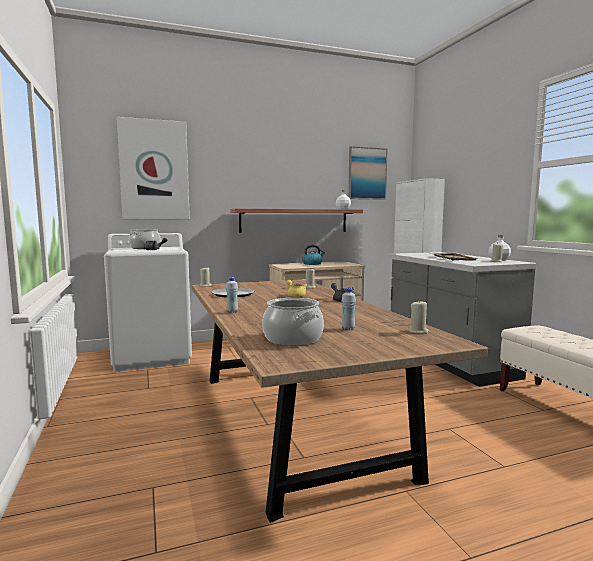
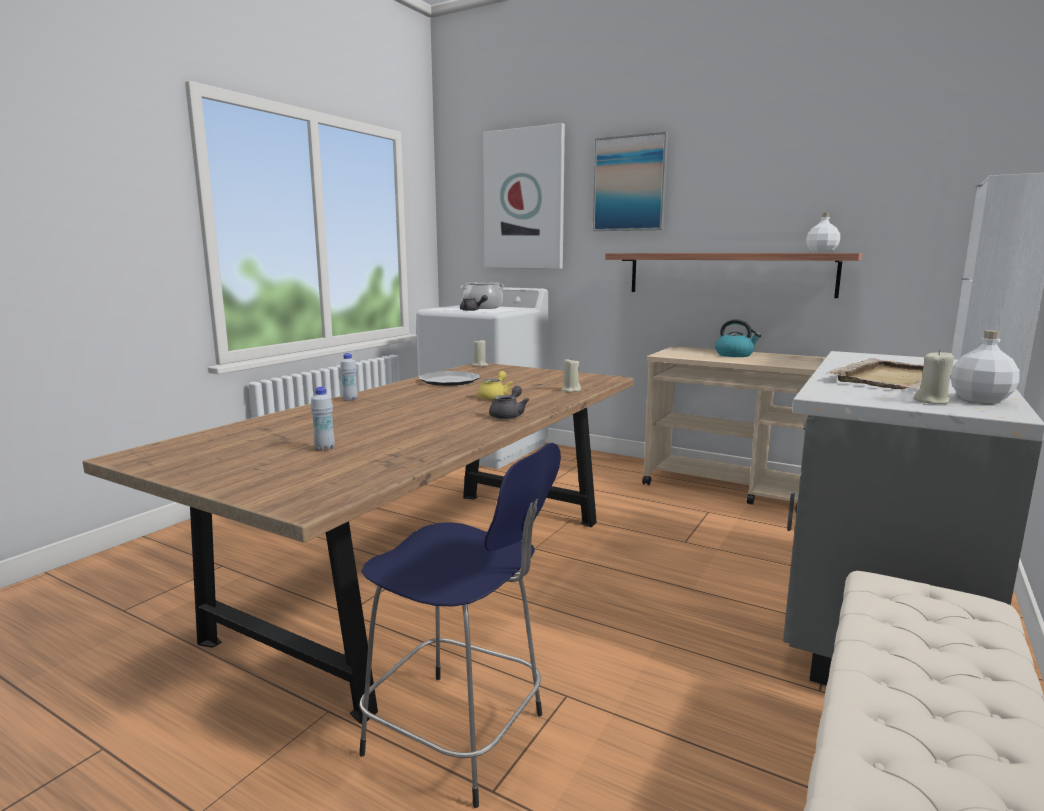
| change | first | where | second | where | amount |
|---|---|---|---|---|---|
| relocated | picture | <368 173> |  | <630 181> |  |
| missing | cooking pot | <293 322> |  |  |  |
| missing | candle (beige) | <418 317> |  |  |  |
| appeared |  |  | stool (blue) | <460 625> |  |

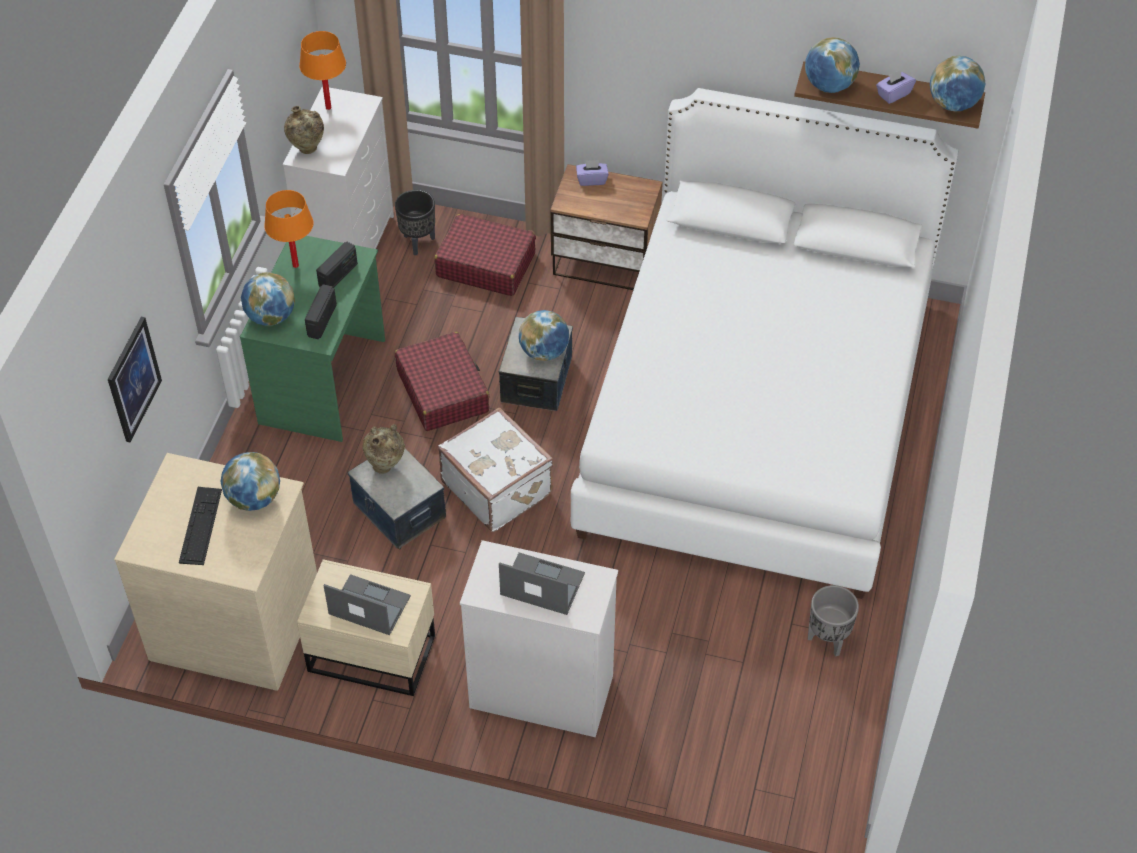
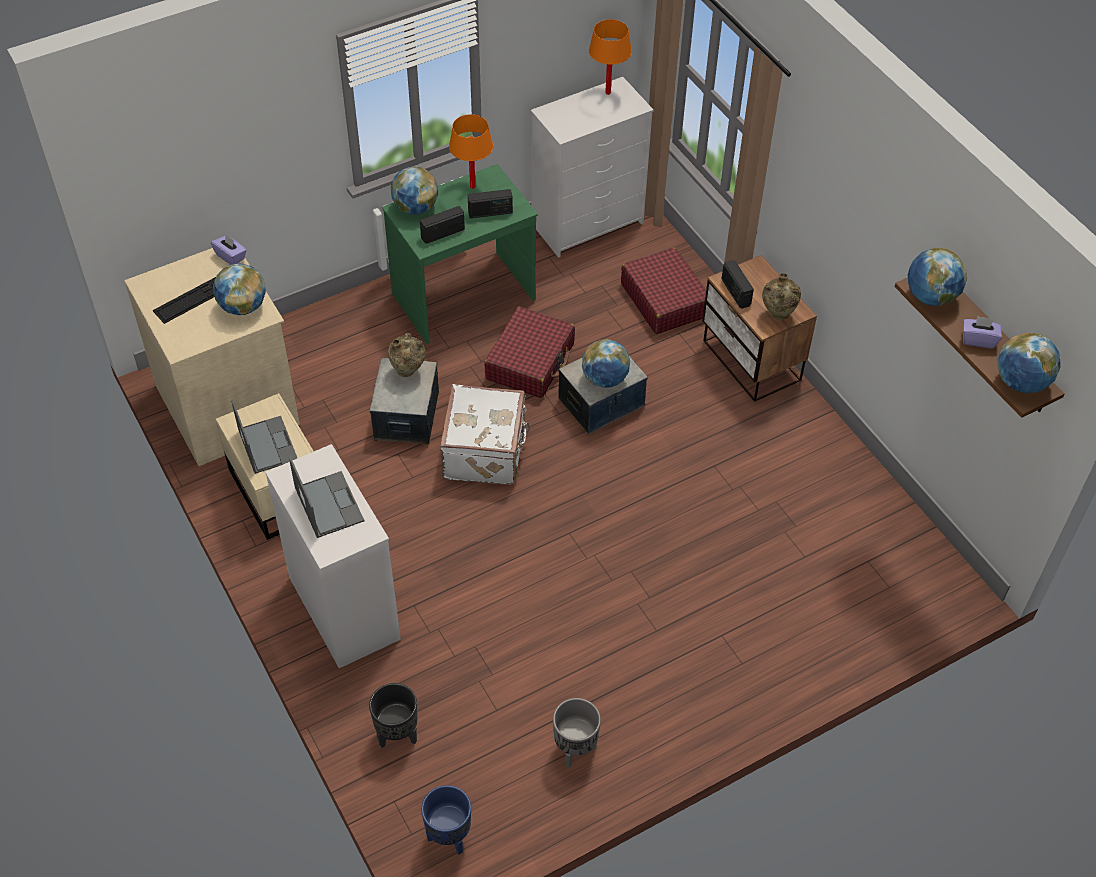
| change | first | where | second | where | amount |
|---|---|---|---|---|---|
| missing | bed (white) | <765 343> |  |  |  |
| relocated | vase (beige) | <304 130> |  | <781 296> |  |
| relocated | tissue box (purple) | <592 173> |  | <229 250> |  |
| relocated | planter (black) | <415 222> |  | <393 715> |  |
| missing | picture | <135 379> |  |  |  |
| appeared |  |  | radio | <738 284> |  |
| appeared |  |  | planter (blue) | <446 820> |  |

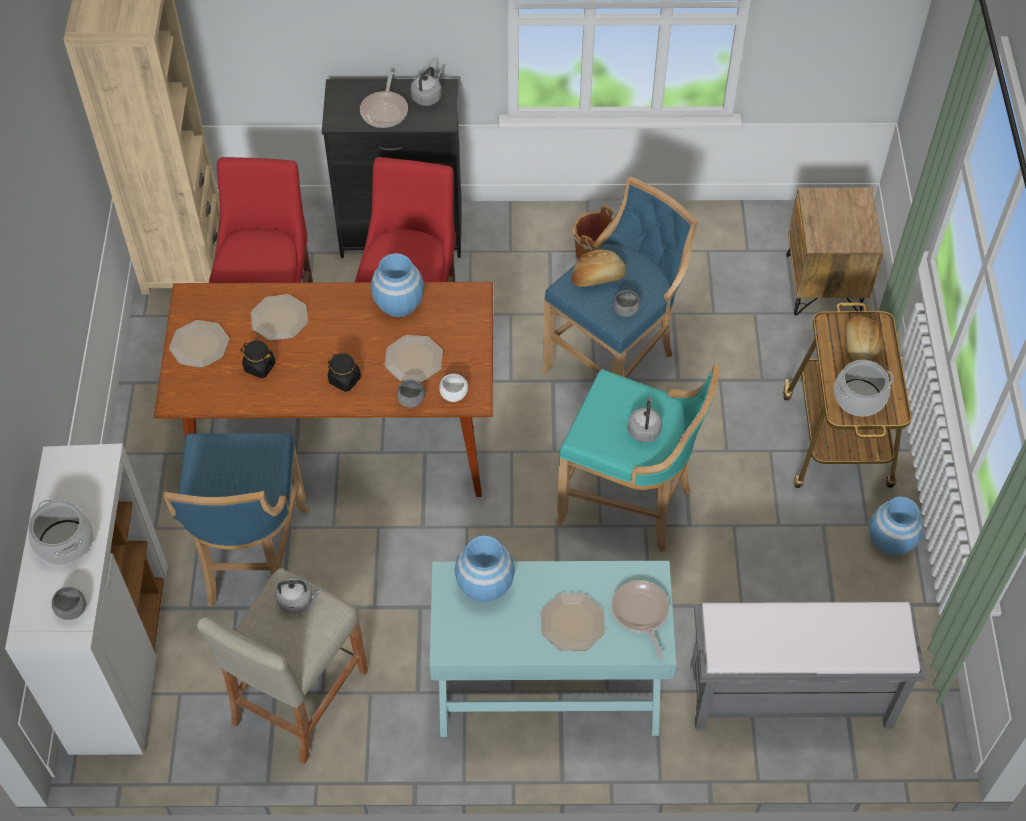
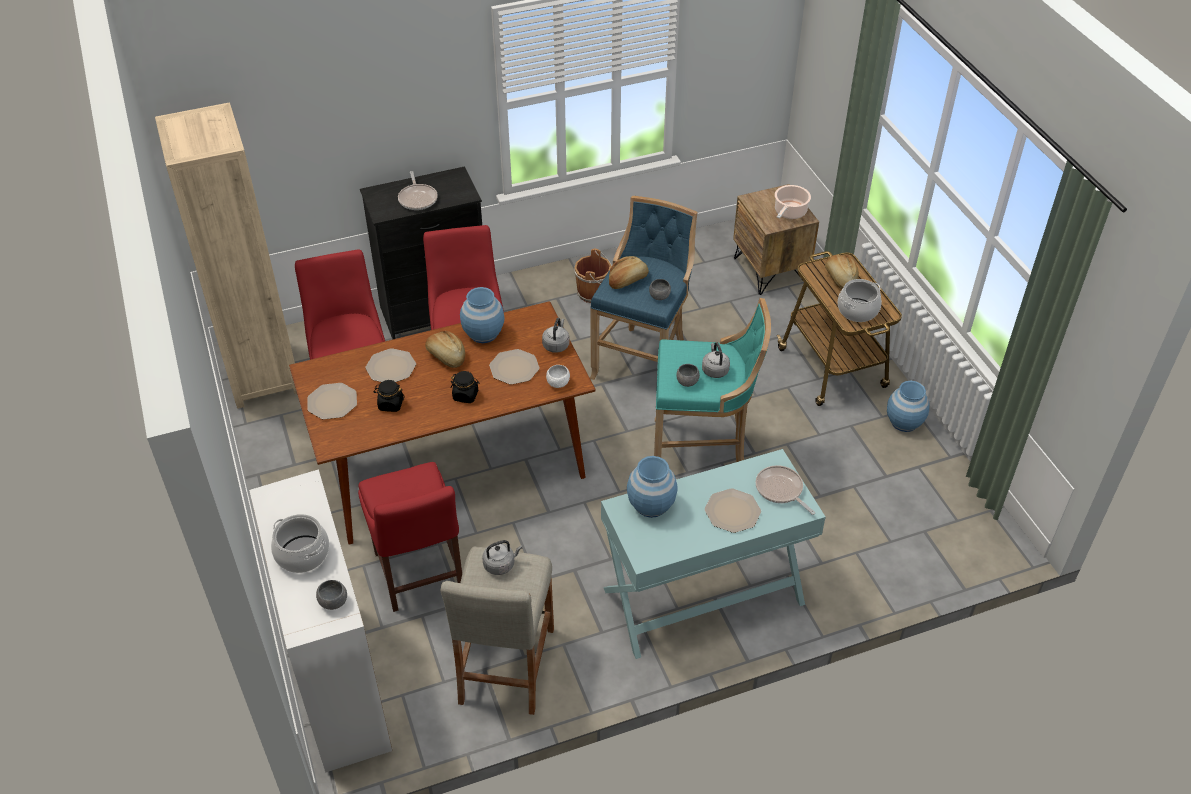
| change | first | where | second | where | amount |
|---|---|---|---|---|---|
| relocated | kettle (grey) | <426 86> |  | <555 335> |  |
| relocated | bowl (grey) | <411 394> |  | <688 375> |  |
| exchanged | stool (blue) | <236 520> | chair (red) | <410 537> |  |
| missing | bench (grey) | <808 666> |  |  |  |
| appeared |  |  | cooking pot | <793 202> |  |
| appeared |  |  | bread | <445 349> |  |

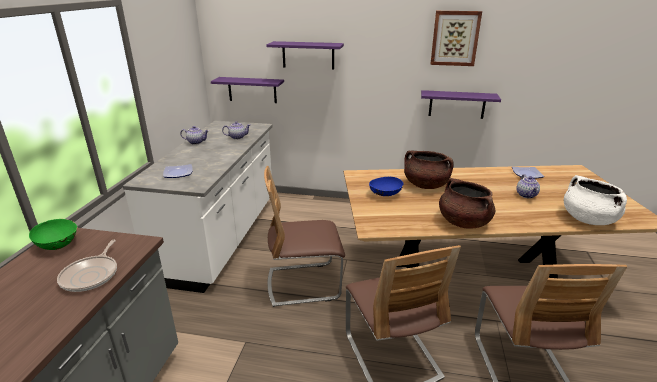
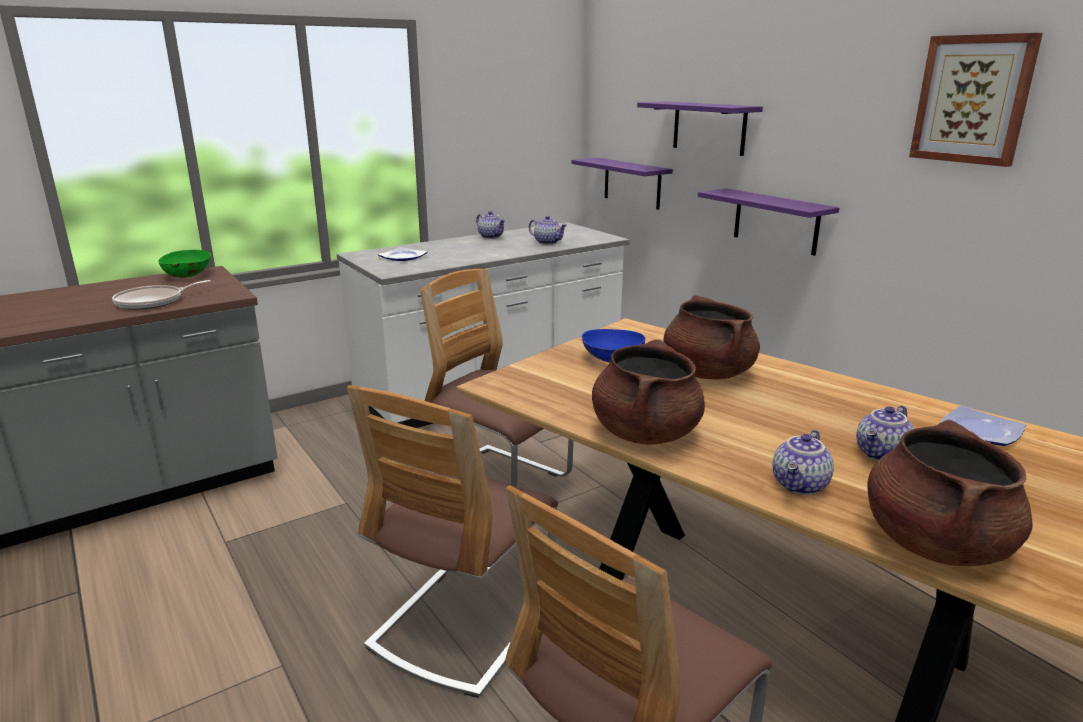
| change | first | where | second | where | amount |
|---|---|---|---|---|---|
| relocated | shelf (purple) | <461 104> |  | <768 222> |  |
| colour | cooking pot (white) | <595 200> | cooking pot (brown) | <949 493> |  |
| appeared |  |  | teapot | <803 462> |  |

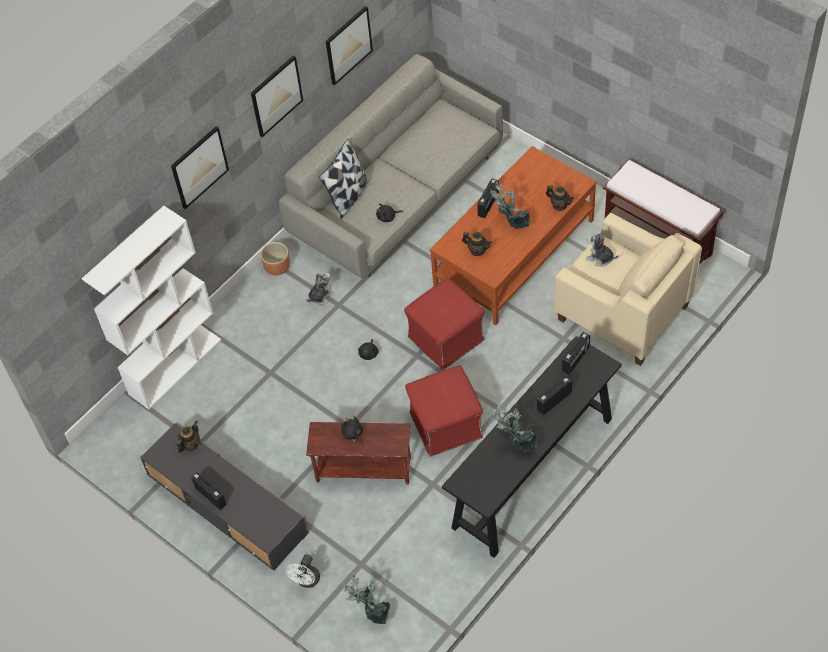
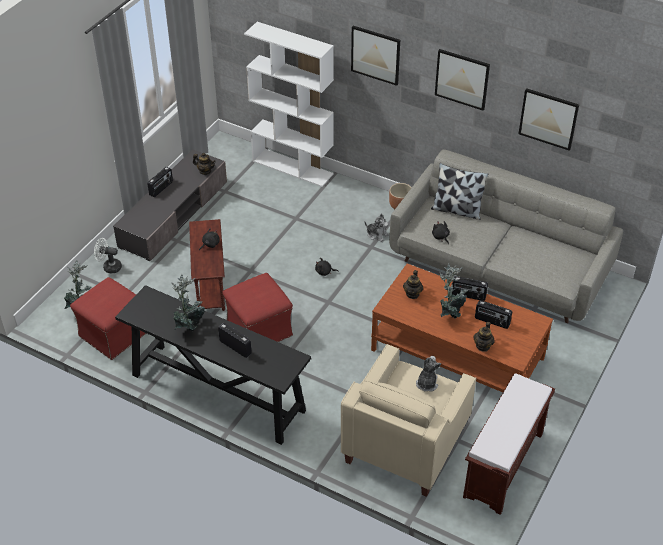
| change | first | where | second | where | amount |
|---|---|---|---|---|---|
| relocated | ottoman (red) | <444 324> |  | <108 318> |  |
| relocated | radio | <576 353> |  | <493 314> |  |

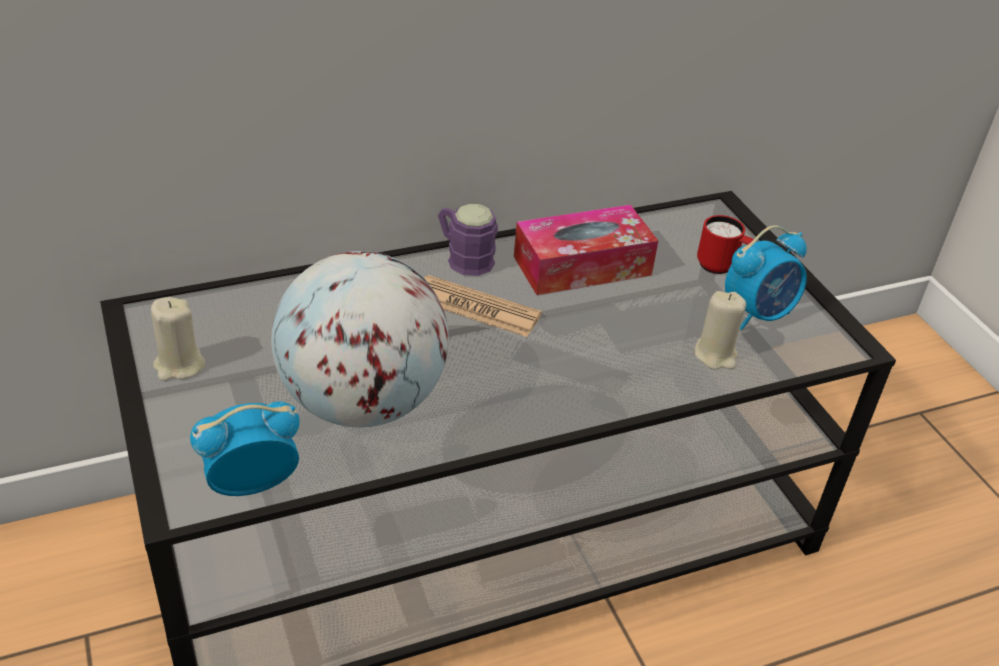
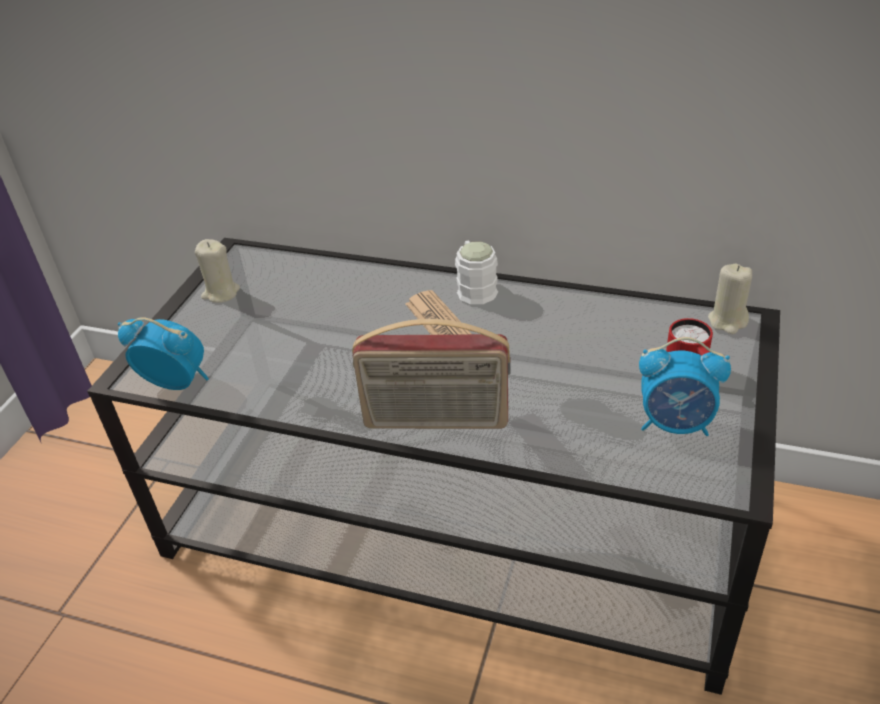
| change | first | where | second | where | amount |
|---|---|---|---|---|---|
| colour | mug (purple) | <468 240> | mug (white) | <476 272> |  |
| missing | tissue box | <586 250> |  |  |  |
| missing | globe | <360 339> |  |  |  |
| relocated | candle (beige) | <720 330> |  | <730 299> |  |
| appeared |  |  | radio | <431 374> |  |

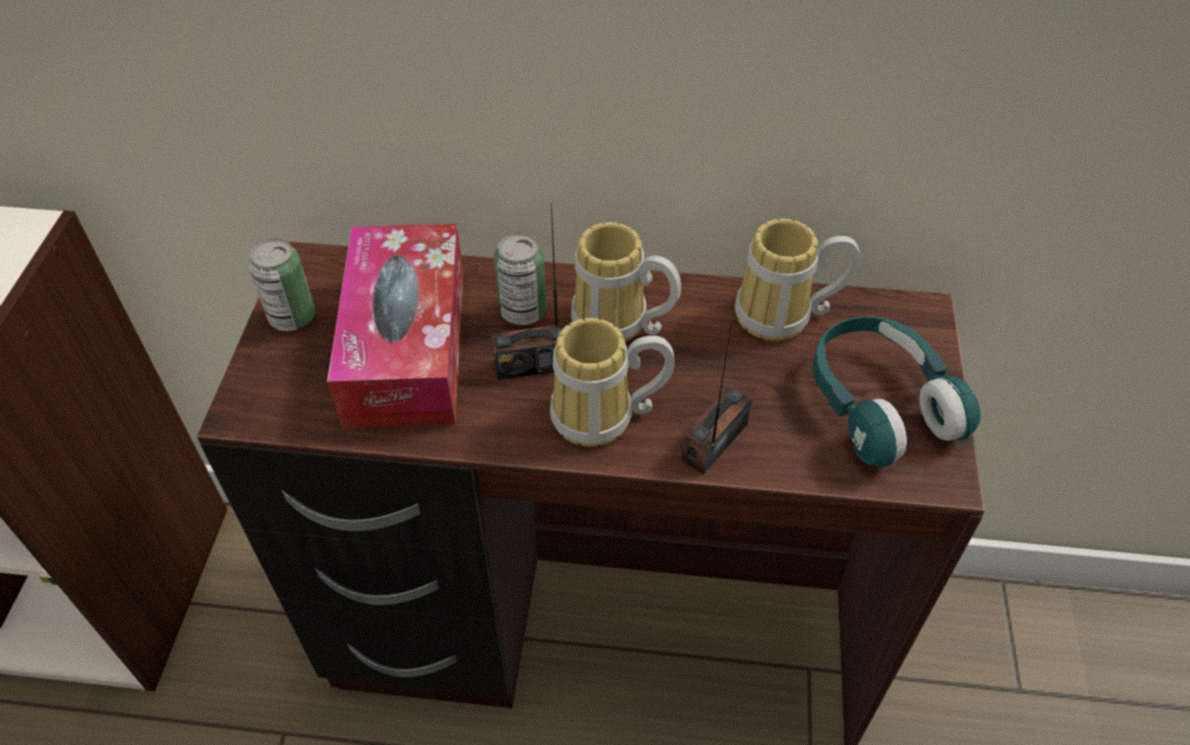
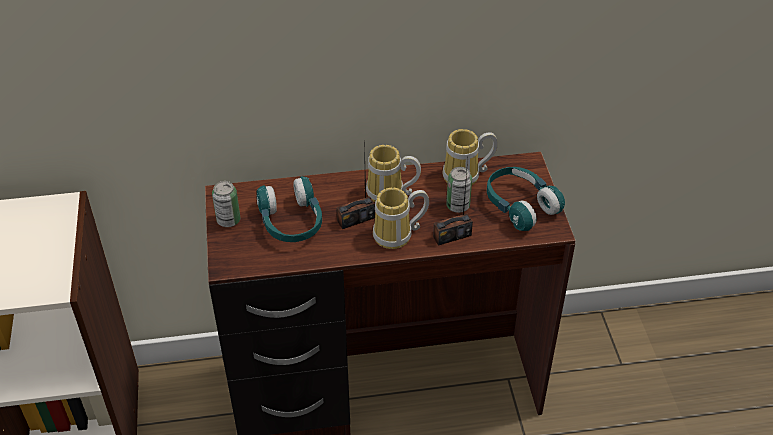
| change | first | where | second | where | amount |
|---|---|---|---|---|---|
| exchanged | tissue box | <395 325> | headphones (turquoise) | <289 209> |  |
| relocated | can | <520 279> |  | <459 190> |  |
| spun | radio | <716 399> |  | <453 202> | 135 degrees counterclockwise |

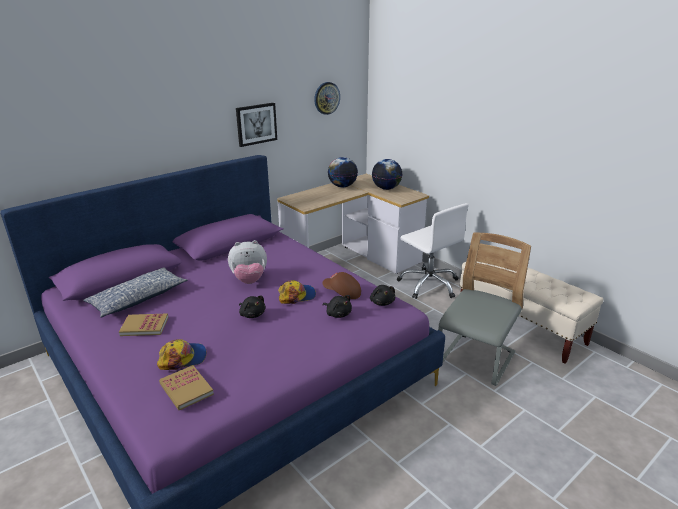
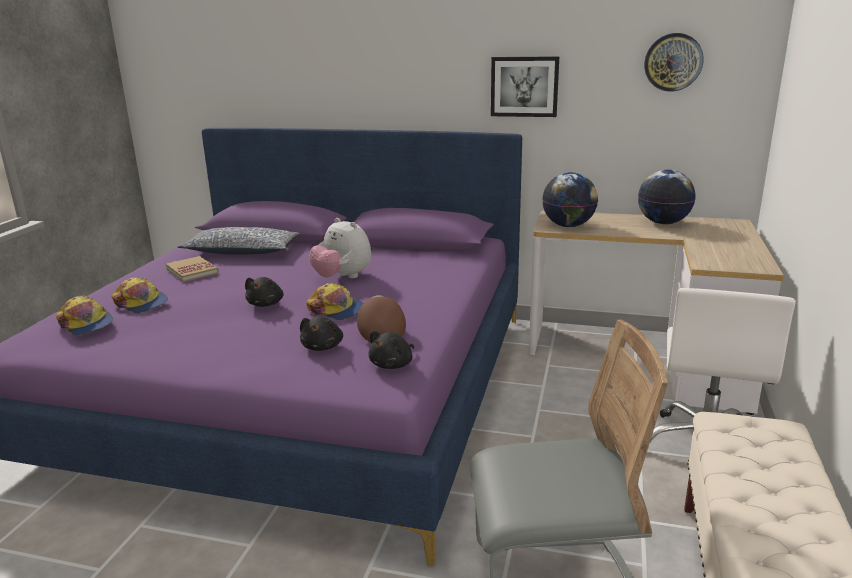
| change | first | where | second | where | amount |
|---|---|---|---|---|---|
| relocated | globe | <387 174> |  | <570 199> |  |
| exchanged | book | <186 388> | cap | <84 316> |  |

